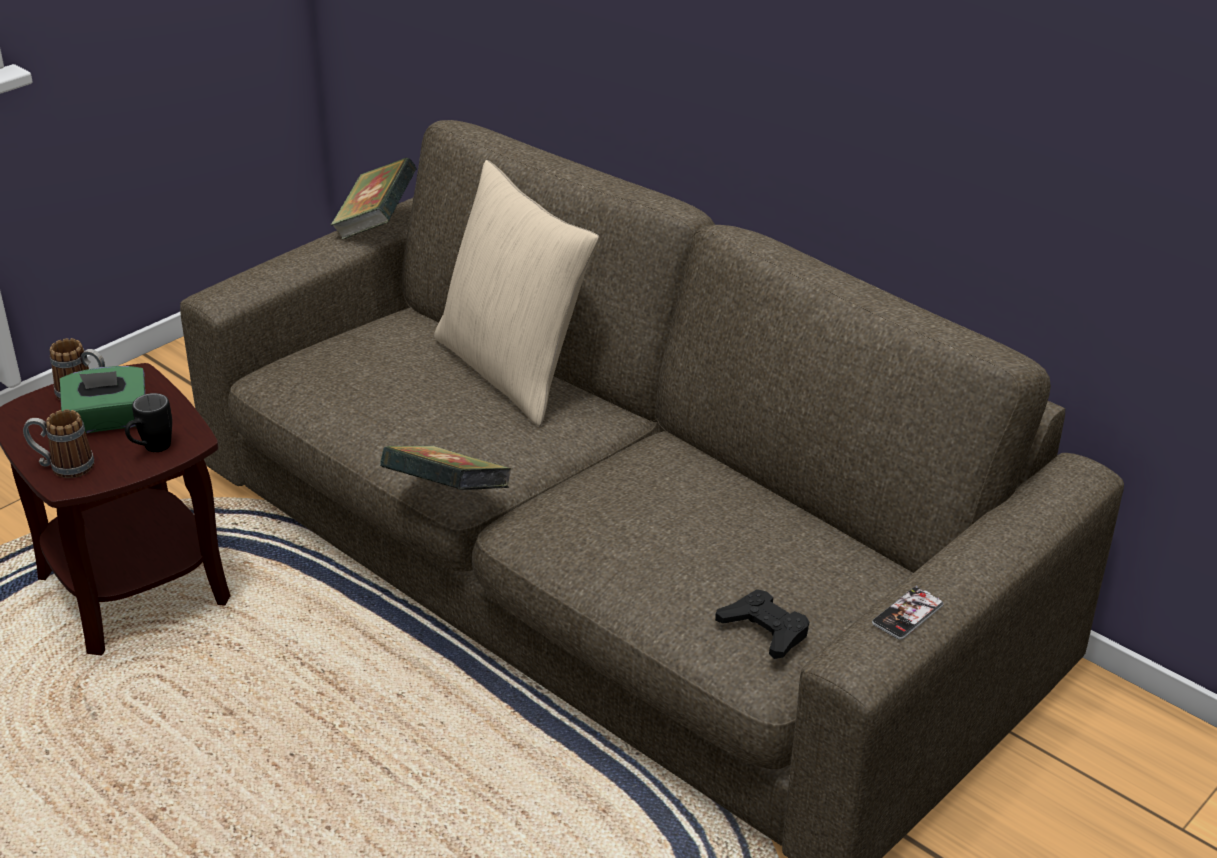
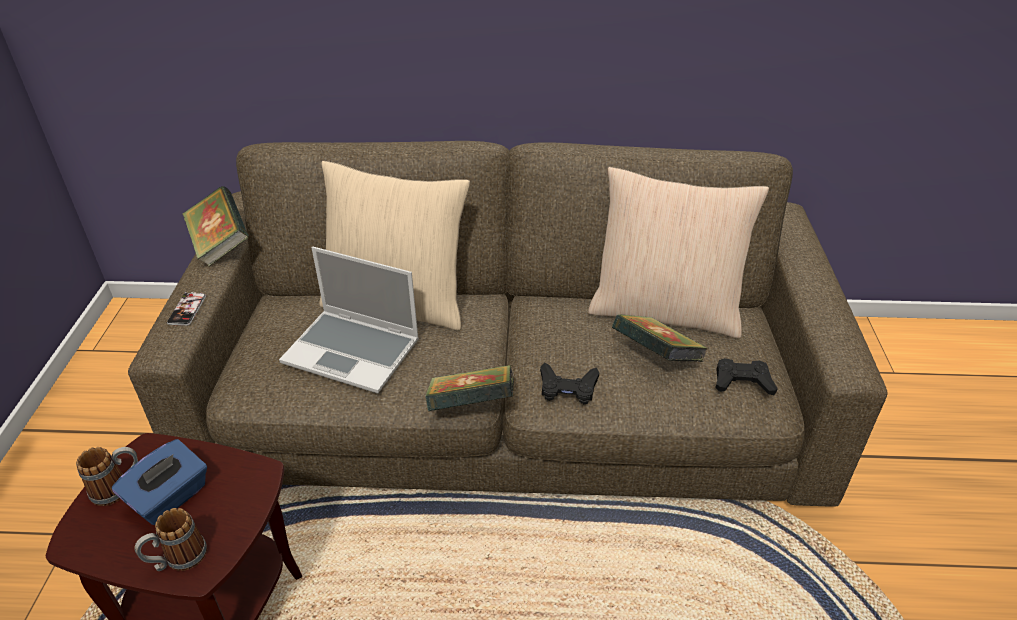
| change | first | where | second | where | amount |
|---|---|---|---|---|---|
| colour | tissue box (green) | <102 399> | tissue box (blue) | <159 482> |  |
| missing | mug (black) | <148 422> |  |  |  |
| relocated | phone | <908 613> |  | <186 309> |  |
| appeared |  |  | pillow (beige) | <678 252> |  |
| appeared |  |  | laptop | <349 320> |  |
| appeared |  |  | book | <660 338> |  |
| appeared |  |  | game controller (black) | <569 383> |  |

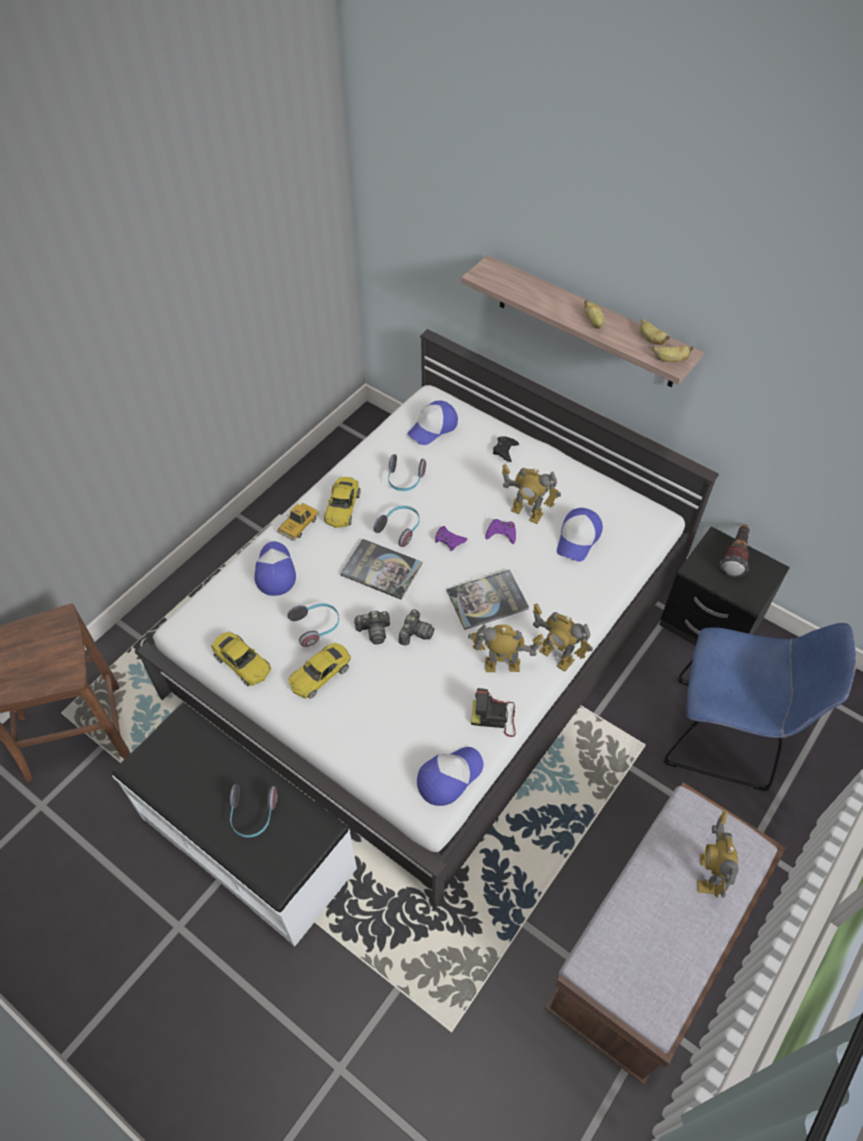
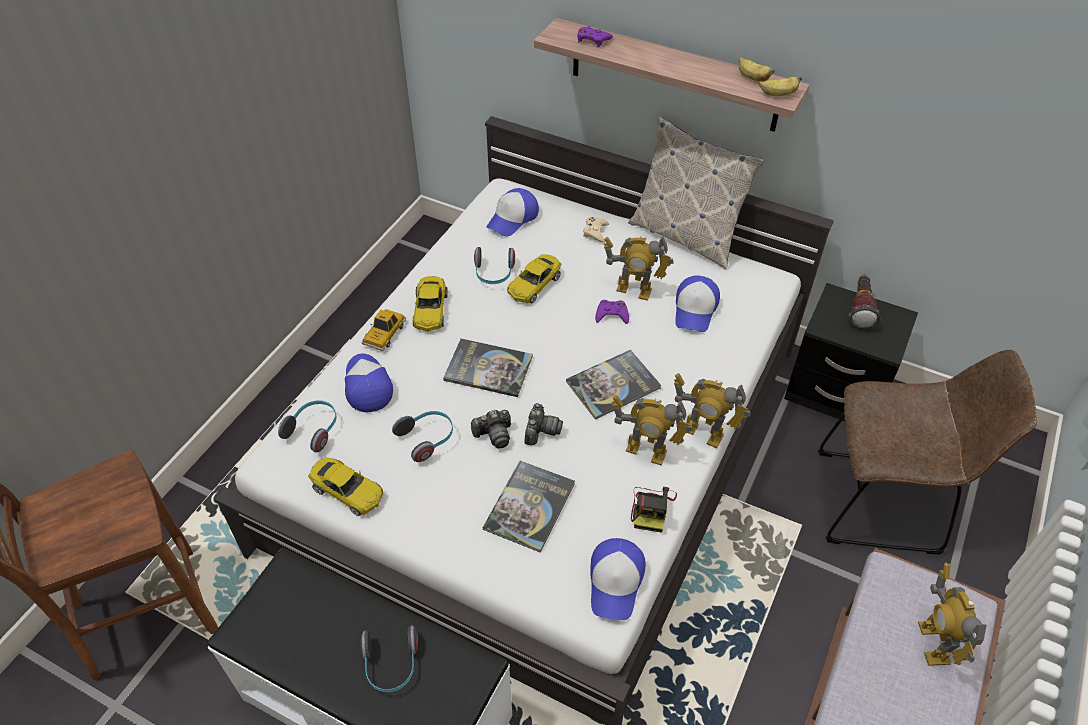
| change | first | where | second | where | amount |
|---|---|---|---|---|---|
| missing | banana | <594 314> |  |  |  |
| colour | game controller (black) | <506 449> | game controller (beige) | <596 230> |  |
| relocated | headphones | <397 526> |  | <307 426> |  |
| relocated | game controller (purple) | <451 538> |  | <595 36> |  |
| colour | chair (blue) | <759 707> | chair (brown) | <927 452> |  |
| spun | toy robot | <505 648> |  | <652 430> | 150 degrees counterclockwise |
| relocated | toy car (yellow) | <319 671> |  | <534 278> |  |
| spun | photo camera | <493 712> |  | <654 510> | 75 degrees counterclockwise |
| spun | cap | <450 776> |  | <618 579> | 150 degrees clockwise |
| appeared |  |  | pillow | <696 192> |  |
| appeared |  |  | book | <529 506> |  |

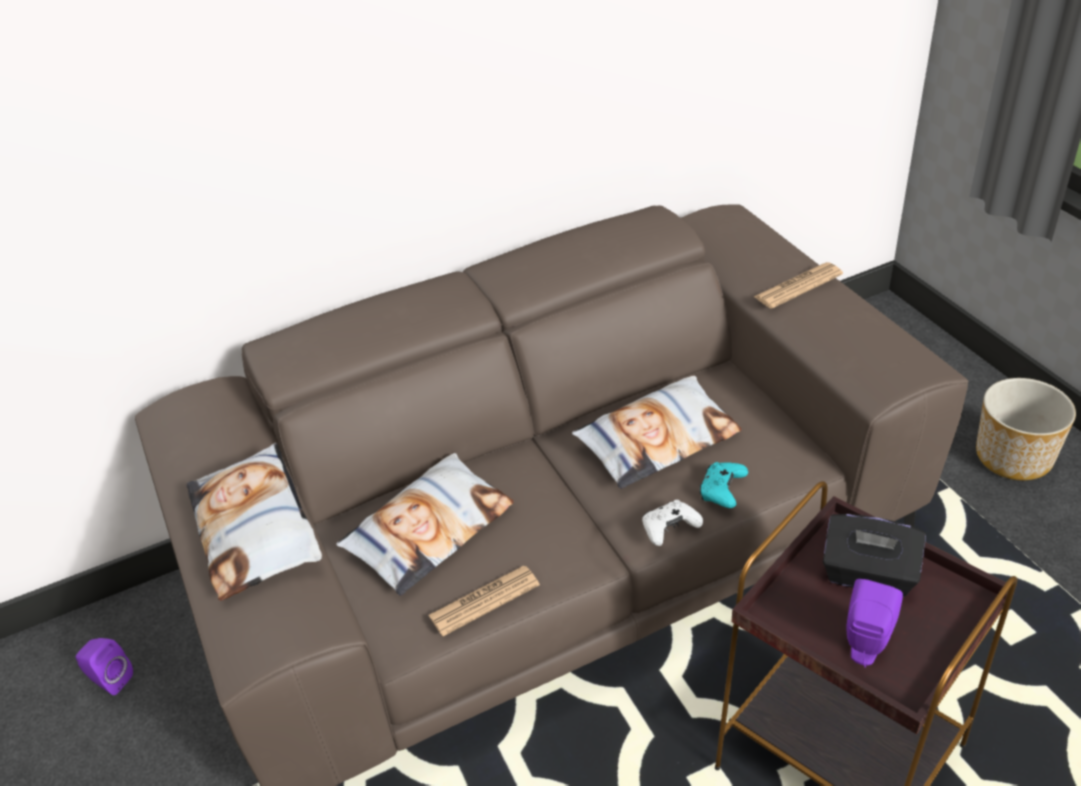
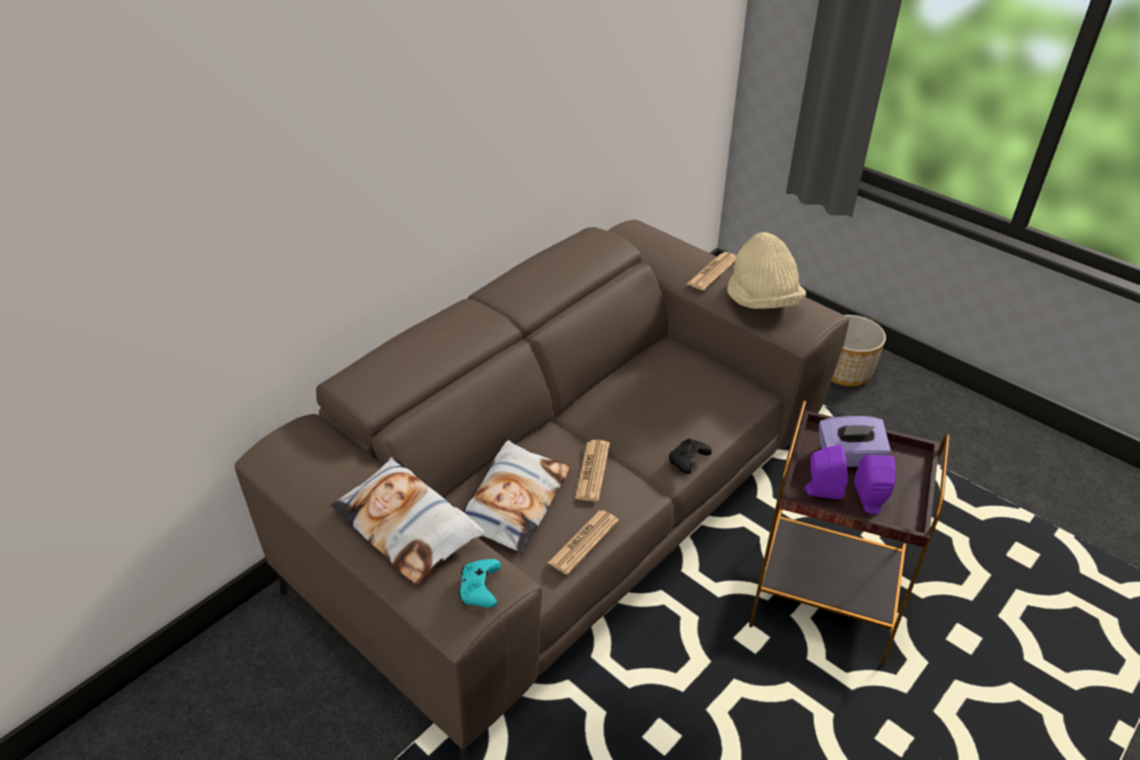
| change | first | where | second | where | amount |
|---|---|---|---|---|---|
| missing | pillow | <657 432> |  |  |  |
| relocated | game controller (turquoise) | <723 485> |  | <480 583> |  |
| colour | game controller (white) | <672 523> | game controller (black) | <690 456> |  |
| colour | tissue box (black) | <874 555> | tissue box (purple) | <855 441> |  |
| relocated | speaker (purple) | <104 666> |  | <825 472> |  |
| appeared |  |  | hat (beige) | <766 270> |  |
| appeared |  |  | newspaper | <592 471> |  |

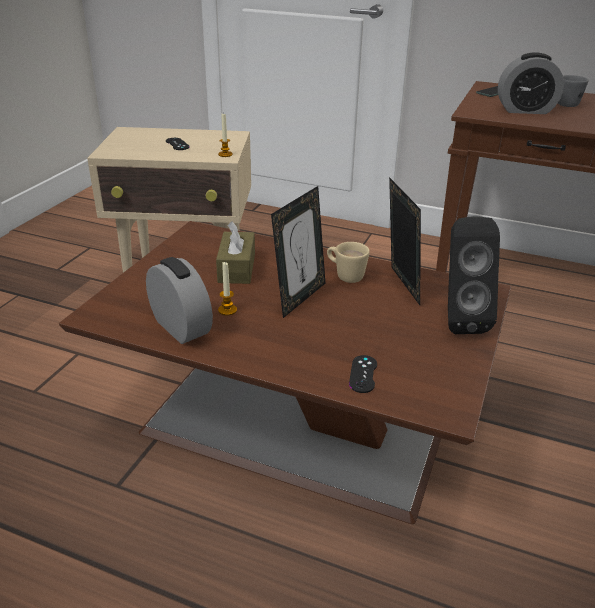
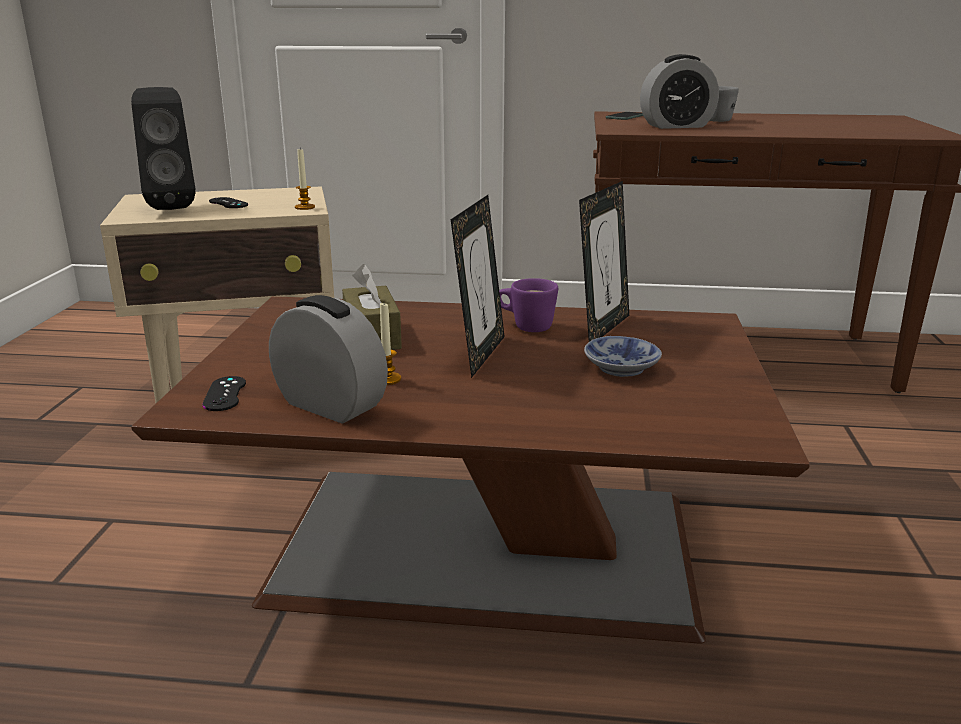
| change | first | where | second | where | amount |
|---|---|---|---|---|---|
| spun | picture frame | <405 241> |  | <604 261> | 60 degrees clockwise |
| relocated | speaker (black) | <474 275> |  | <163 148> |  |
| colour | mug (beige) | <348 262> | mug (purple) | <528 305> |  |
| relocated | game controller (black) | <363 374> |  | <224 393> |  |
| appeared |  |  | bowl | <623 356> |  |

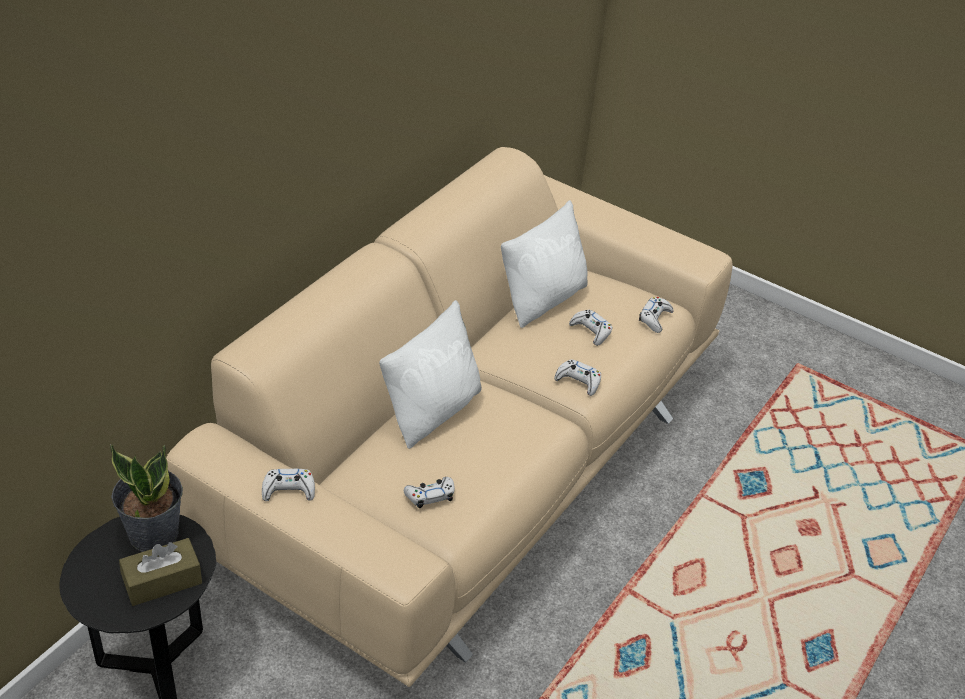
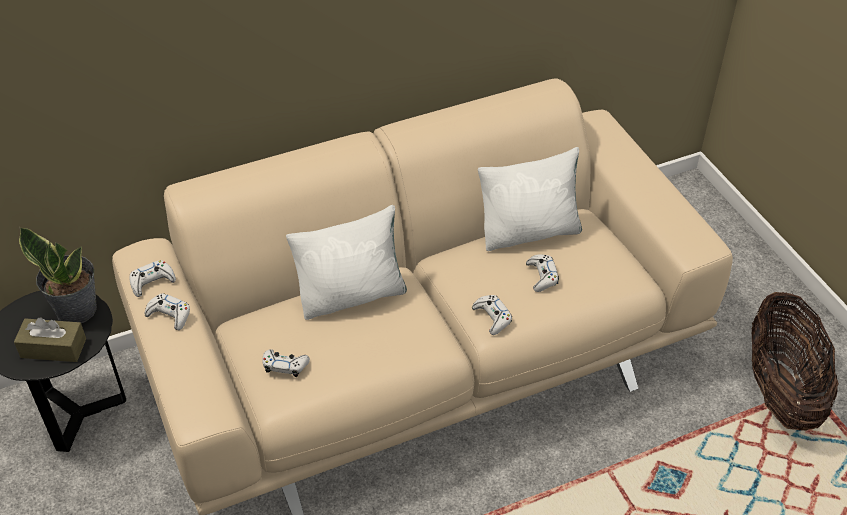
| change | first | where | second | where | amount |
|---|---|---|---|---|---|
| relocated | game controller (white) | <656 315> |  | <152 278> |  |
| appeared |  |  | basket | <795 361> |  |

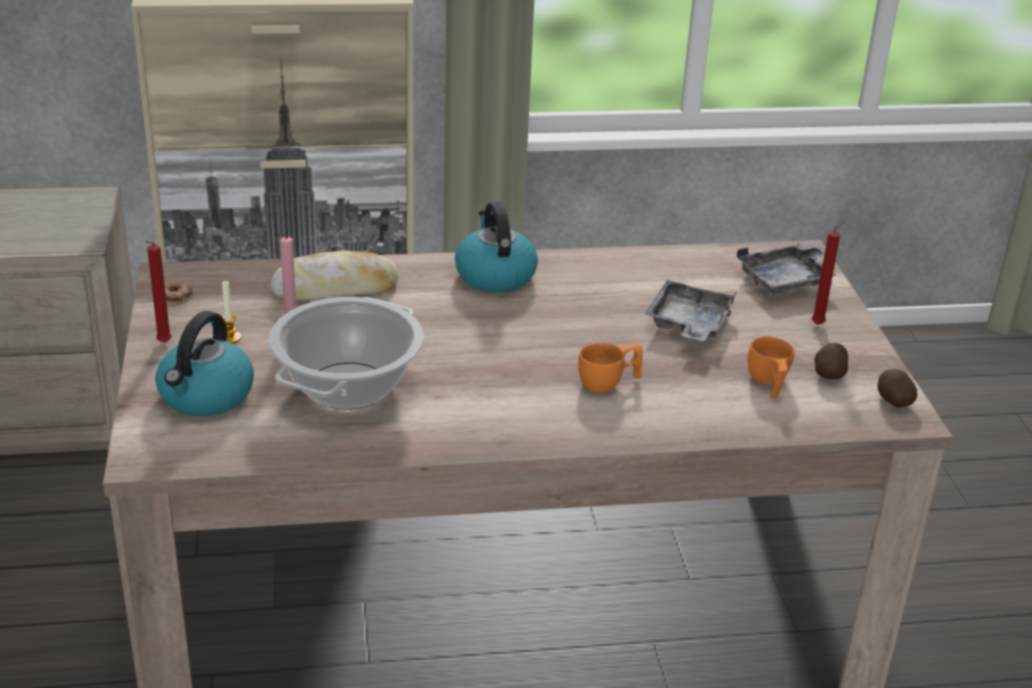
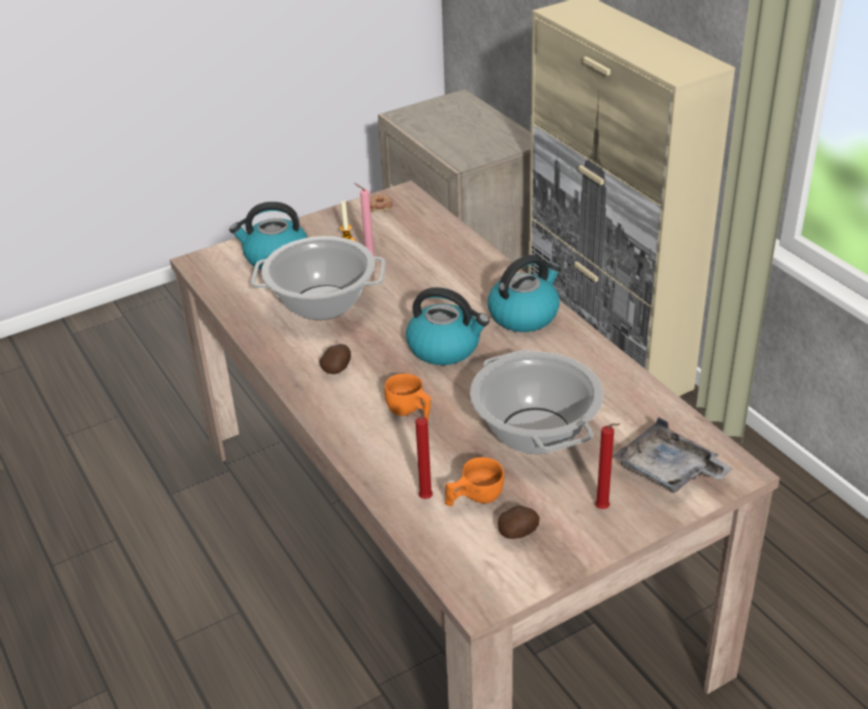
| change | first | where | second | where | amount |
|---|---|---|---|---|---|
| relocated | candle (red) | <158 292> |  | <420 455> |  |
| missing | bread | <334 275> |  |  |  |
| exchanged | tray (grey) | <690 310> | cooking pot | <536 402> |  |
| relocated | potato | <897 388> |  | <335 359> |  |
| appeared |  |  | kettle | <448 326> |  |

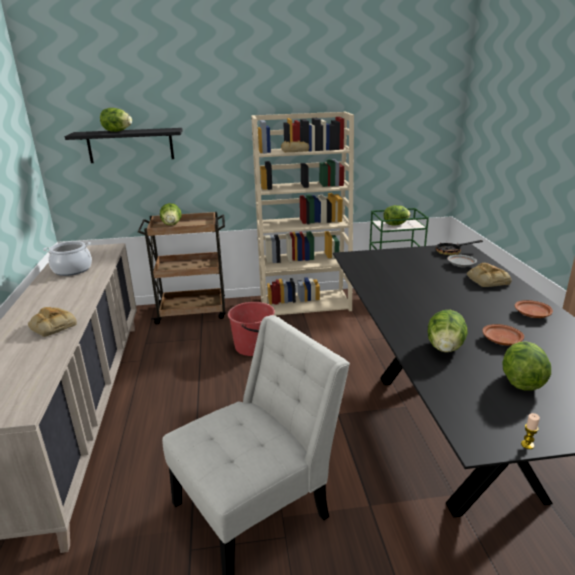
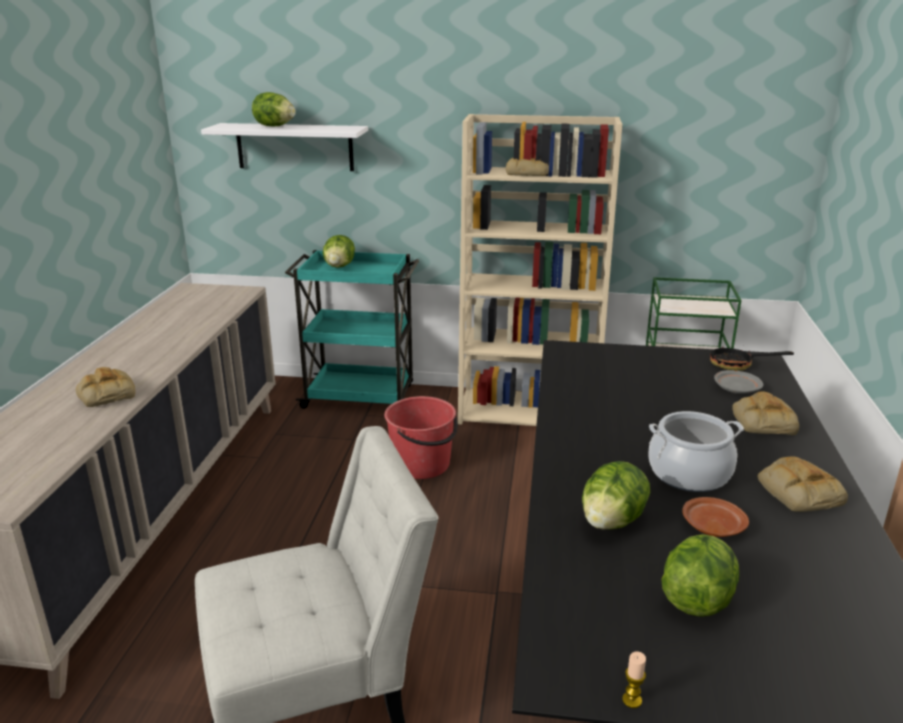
| change | first | where | second | where | amount |
|---|---|---|---|---|---|
| colour | shelf (black) | <124 145> | shelf (white) | <284 147> |  |
| missing | lettuce | <397 215> |  |  |  |
| colour | cart (brown) | <182 268> | cart (turquoise) | <352 329> |  |
| relocated | cooking pot | <67 258> |  | <696 451> |  |
| exchanged | plate (brown) | <534 309> | bread | <802 484> |  |

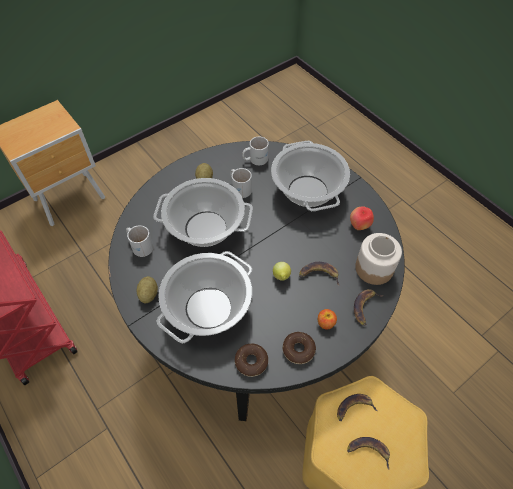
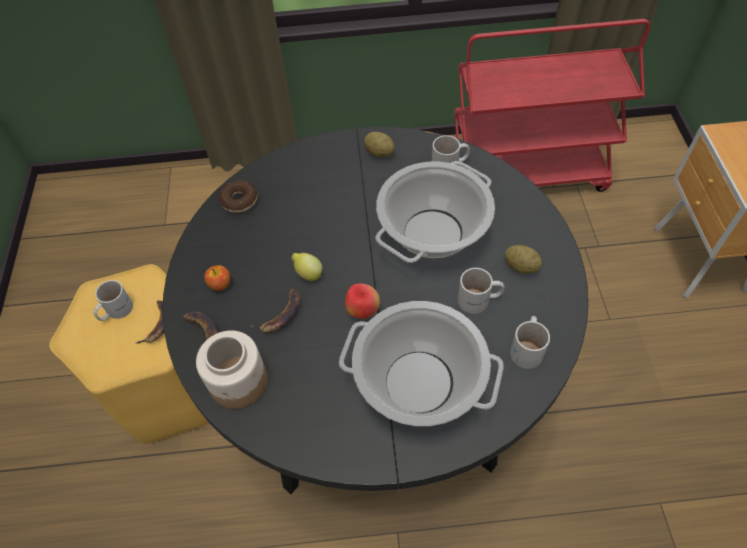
| change | first | where | second | where | amount |
|---|---|---|---|---|---|
| relocated | apple | <362 218> |  | <362 301> |  |
| missing | cooking pot | <204 297> |  |  |  |
| missing | donut | <299 348> |  |  |  |
| exchanged | banana | <368 453> | mug (white) | <113 300> |  |

